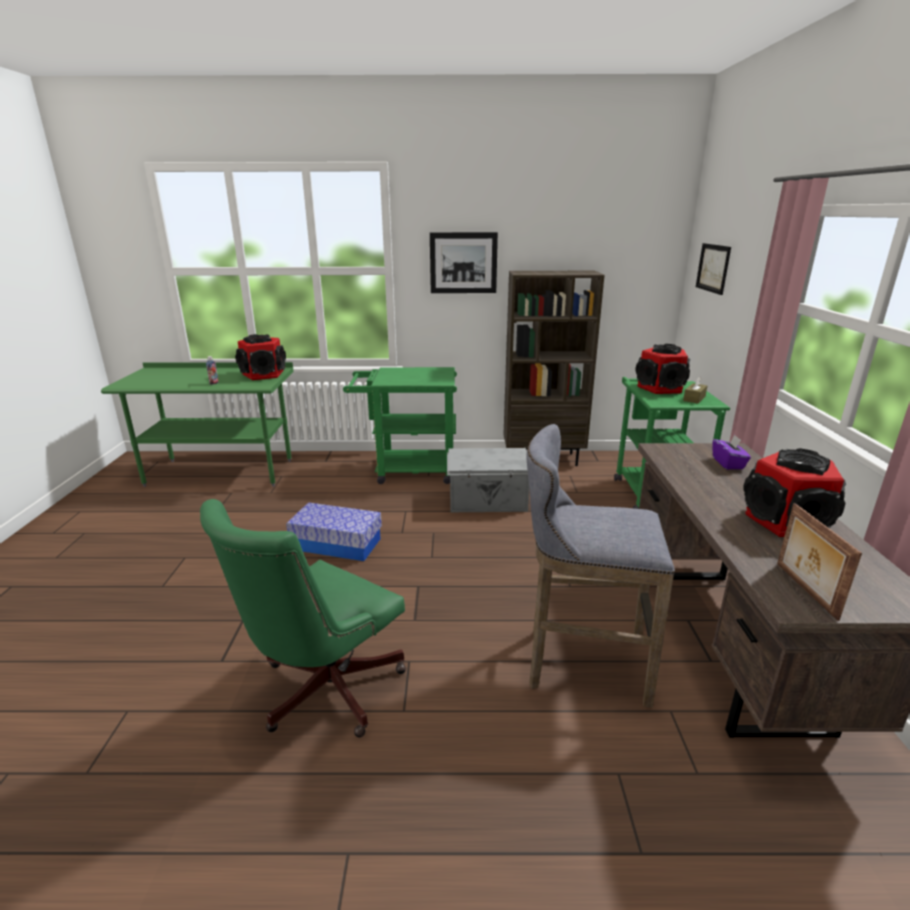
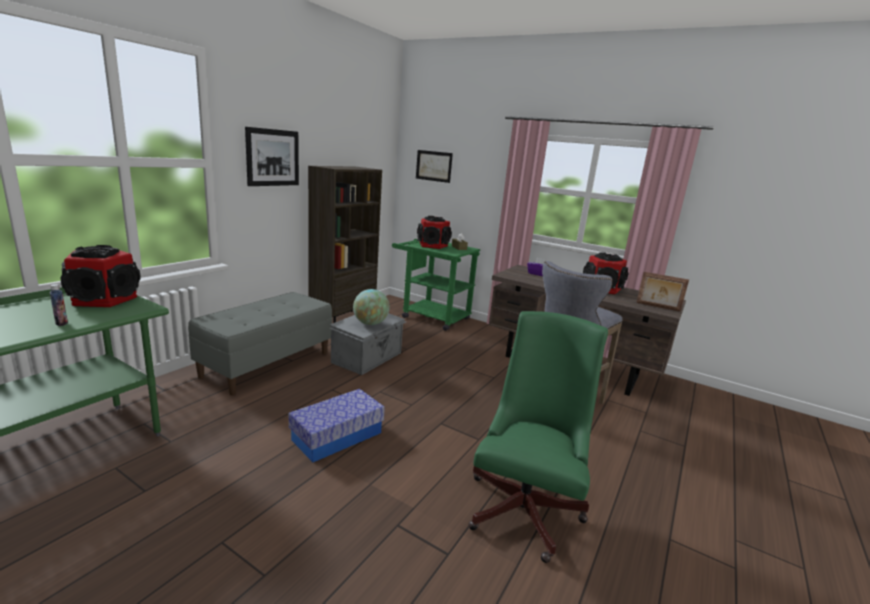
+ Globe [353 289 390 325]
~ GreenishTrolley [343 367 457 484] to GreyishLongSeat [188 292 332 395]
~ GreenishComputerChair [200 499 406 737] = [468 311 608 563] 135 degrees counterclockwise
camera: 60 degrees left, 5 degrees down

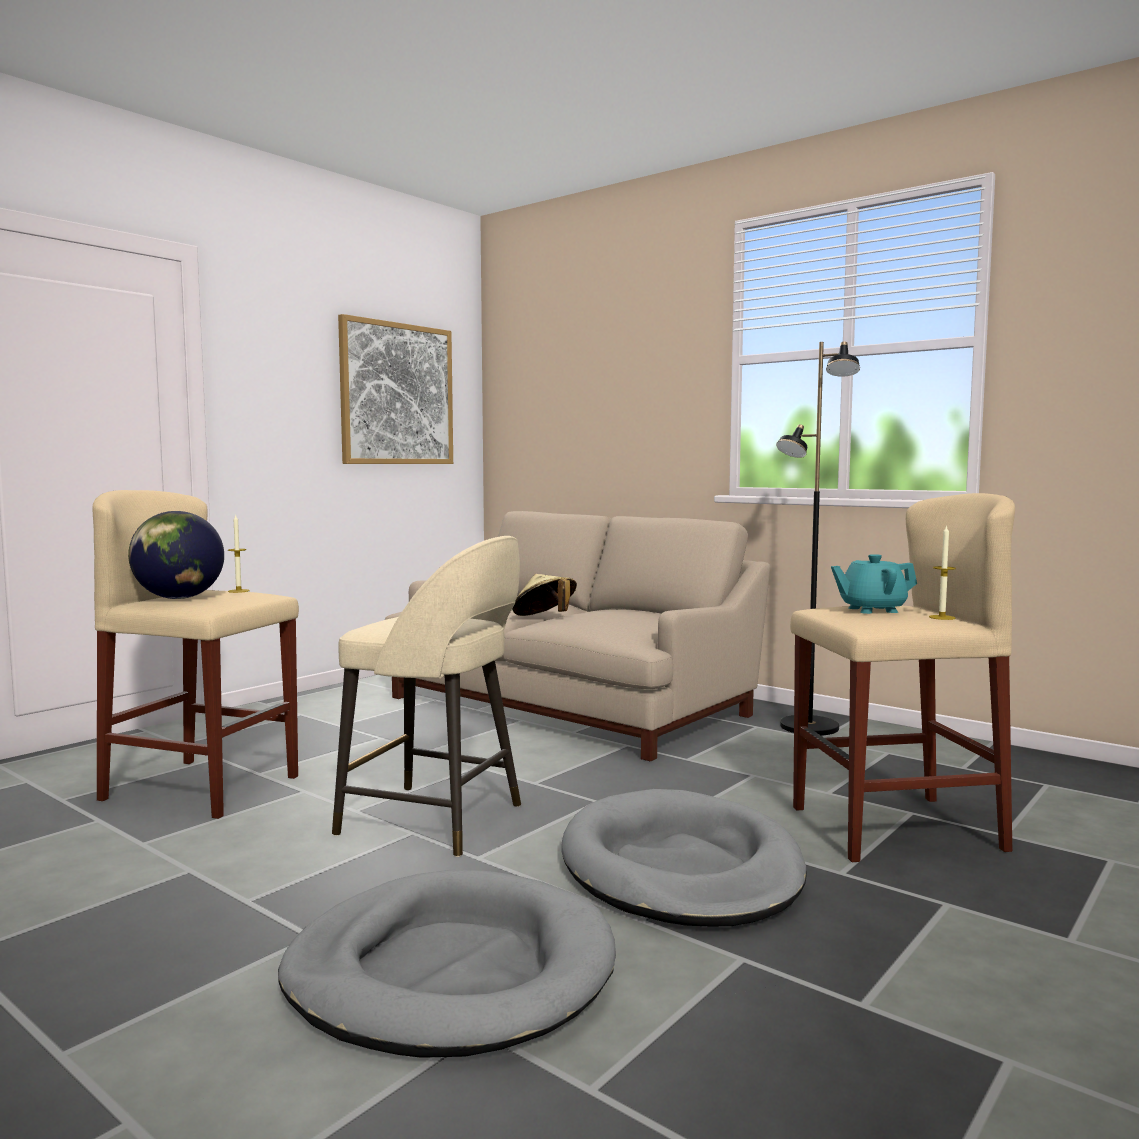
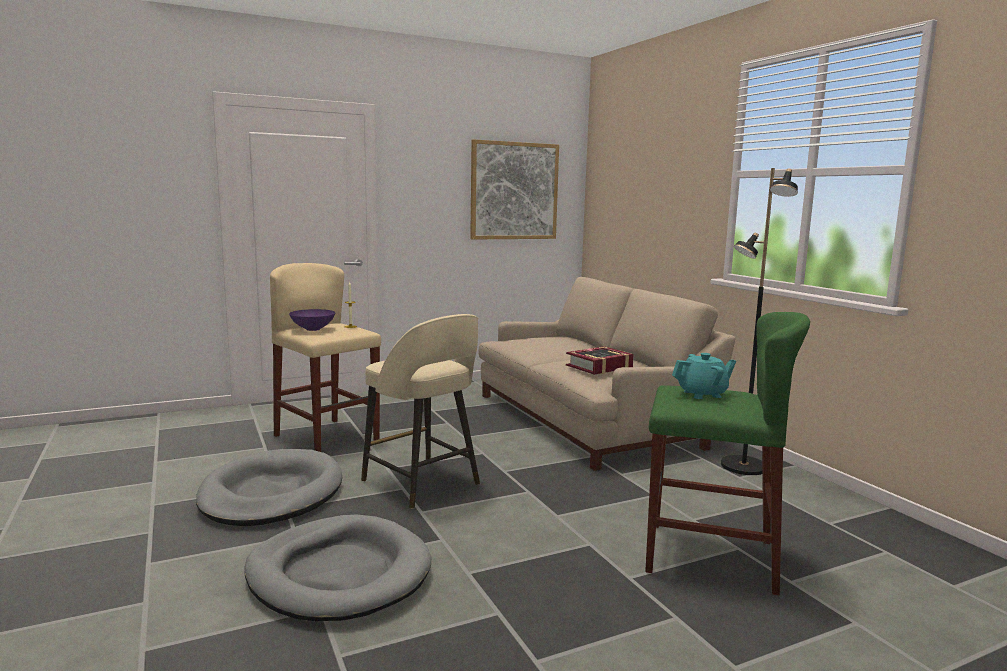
- BeigeClothingHat [512 574 577 616]
- Candle [929 525 956 620]
+ Volume [566 346 634 375]
~ GreyishDogBed [561 789 807 927] to [196 449 342 526]
~ Globe [128 511 224 599] to PurpleColouredServingBowl [289 309 335 331]
~ BeigeStoolSeat [790 493 1015 862] to GreenishStoolSeat [645 312 810 595]
~ TurquoiseTeaPot [831 554 917 614] = [672 353 736 399] 150 degrees clockwise
camera: 25 degrees right, 5 degrees up

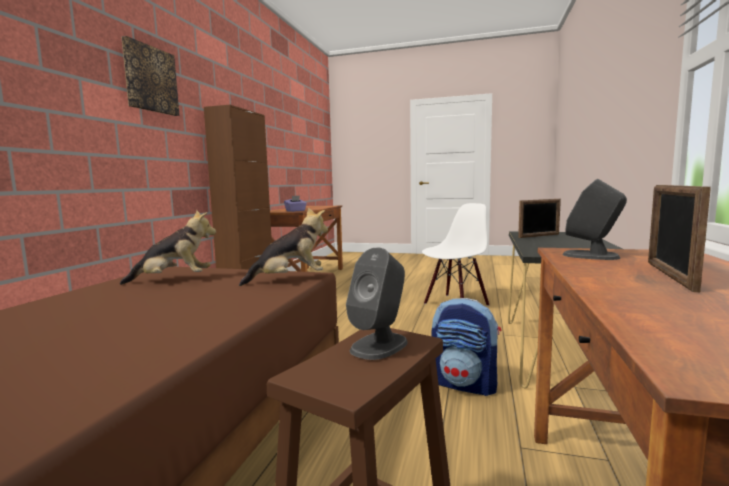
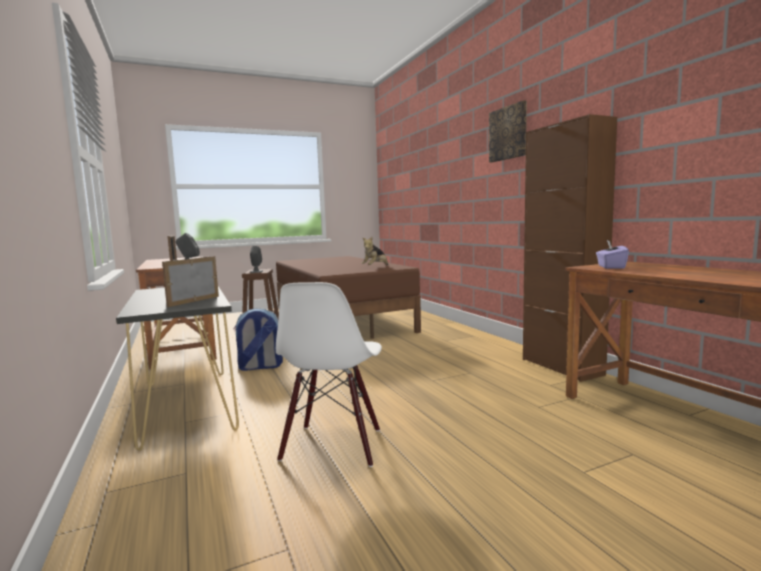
- PlushToy [239 208 328 286]
camera: 140 degrees right, 0 degrees up

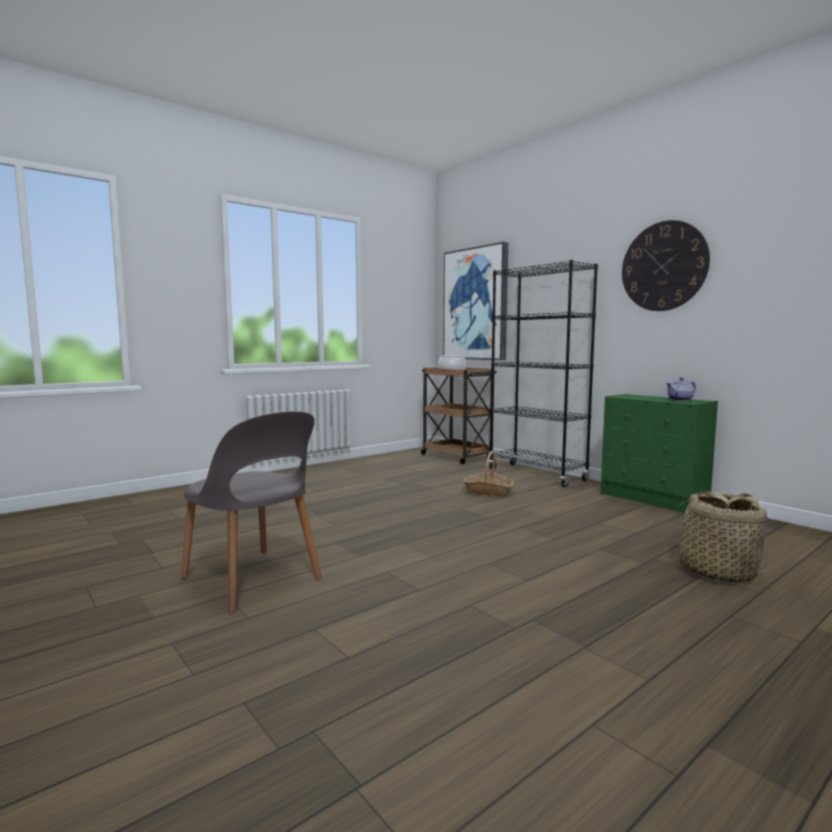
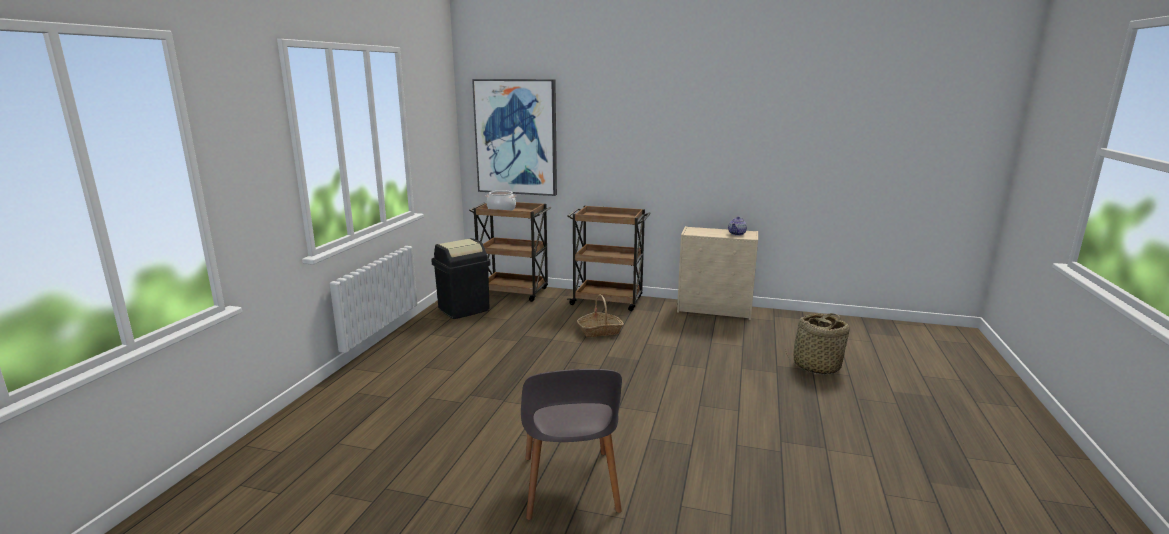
- WallClock [622 220 710 311]
+ BlackColouredWasteBin [431 238 491 319]
~ BlackColouredBookcase [489 260 598 487] to BrownishTrolley [567 206 651 311]
~ GreenishChestOfDrawers [600 394 718 513] to BeigeChestOfDrawers [677 226 758 320]
~ GreyishUprightChair [181 411 322 613] = [521 369 622 520] 75 degrees clockwise
camera: 35 degrees left, 10 degrees up

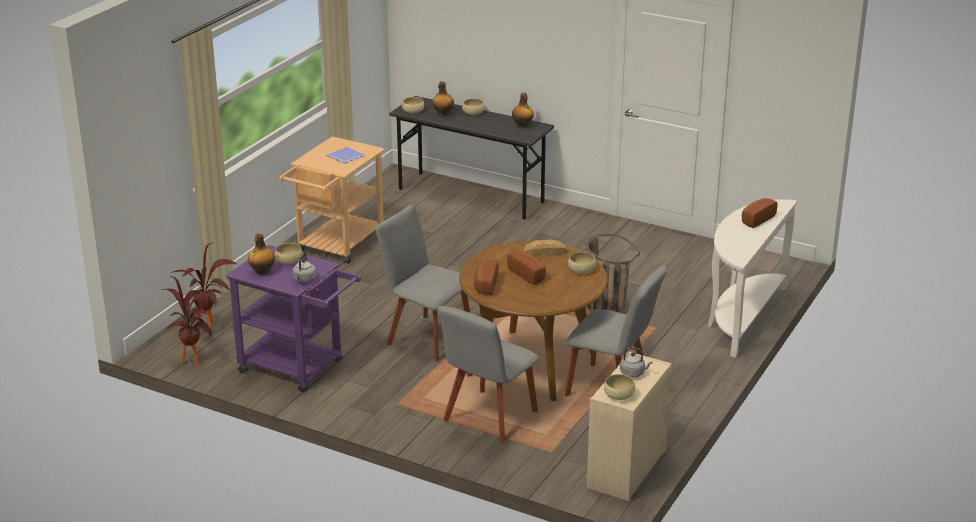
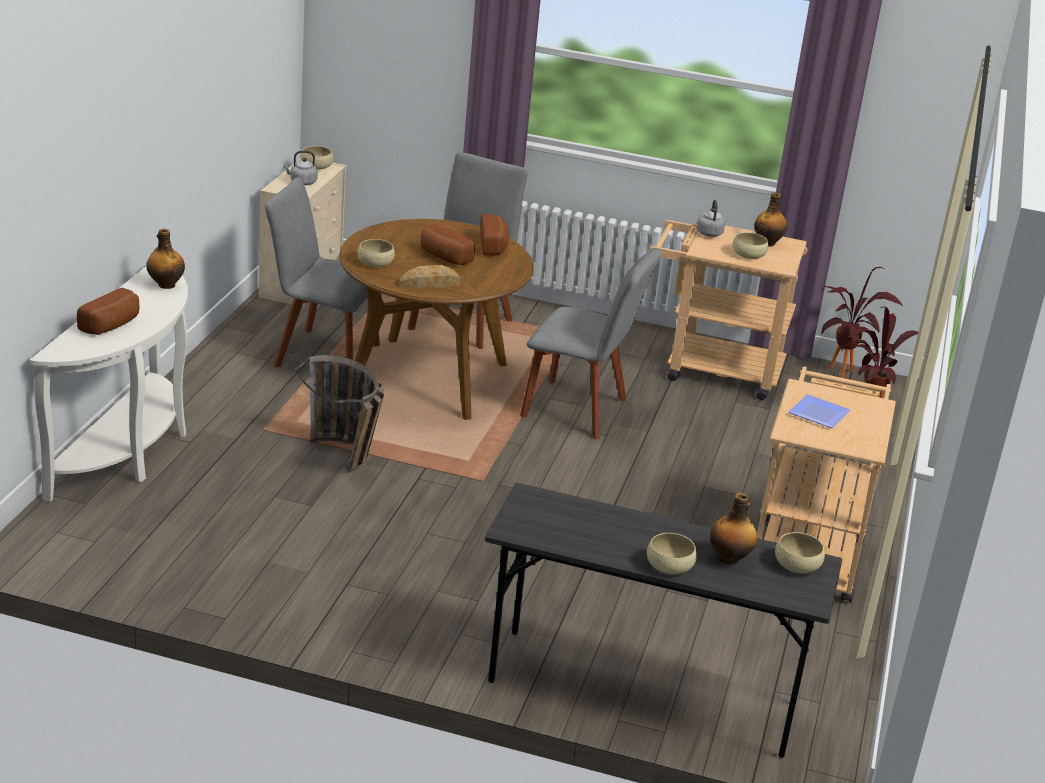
~ BeverageBottle [512 92 534 128] to [146 229 185 289]
~ PurpleColouredTrolley [226 245 361 392] to BeigeTrolley [649 220 807 400]
camera: 165 degrees right, 0 degrees up

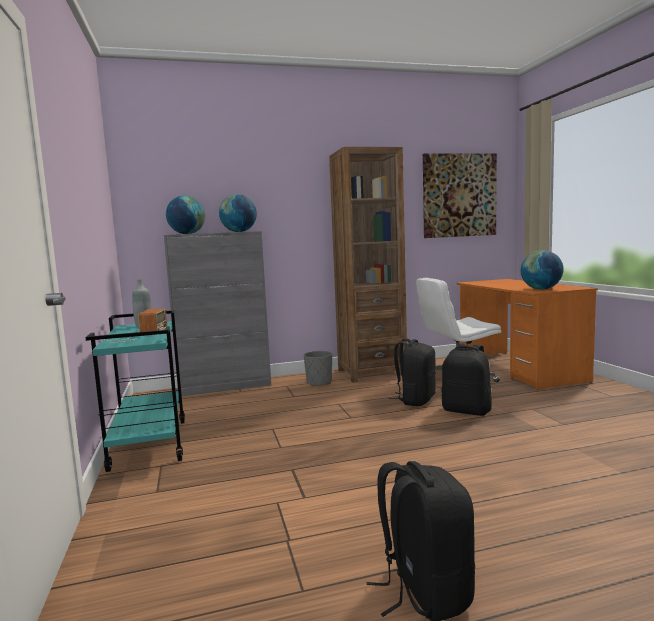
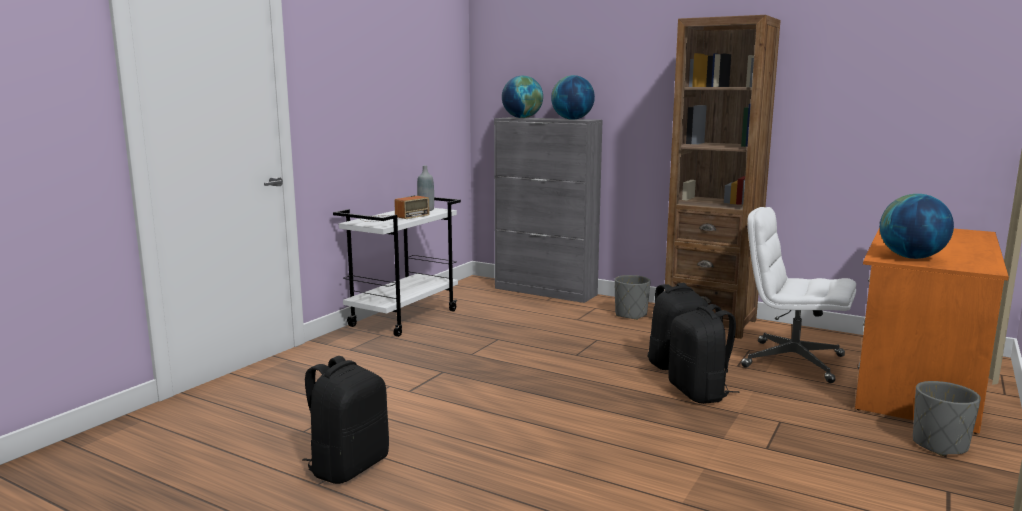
- Picture [423 154 497 238]
+ GreyishPlantPot [913 381 981 456]
~ TurquoiseTrolley [85 310 185 472] to WhitishTrolley [333 195 461 337]
camera: 45 degrees right, 5 degrees up

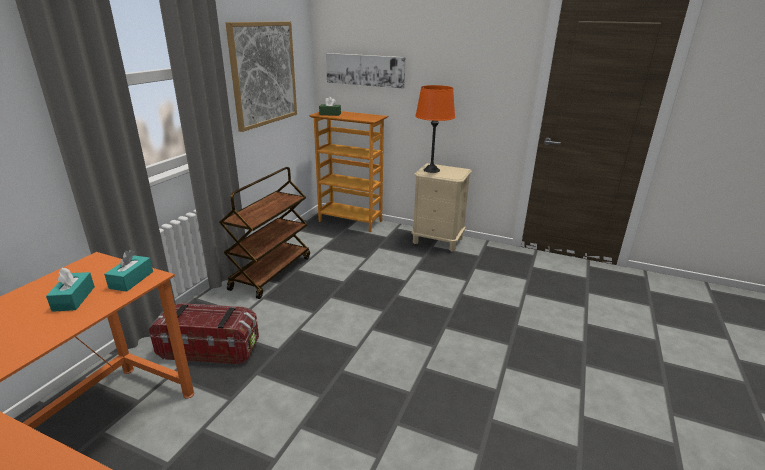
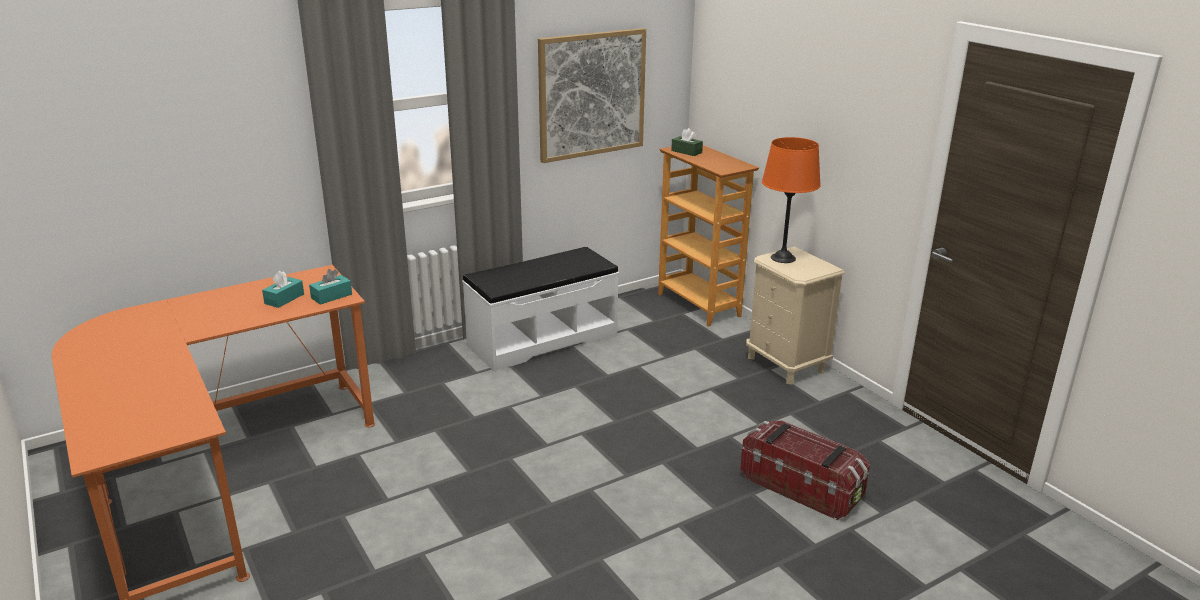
- Picture [326 53 406 88]
~ StorageBin [149 303 259 365] to [740 420 870 520]
~ BrownishTrolley [219 167 310 299] to WhitishLongSeat [462 247 619 371]
camera: 35 degrees right, 0 degrees up

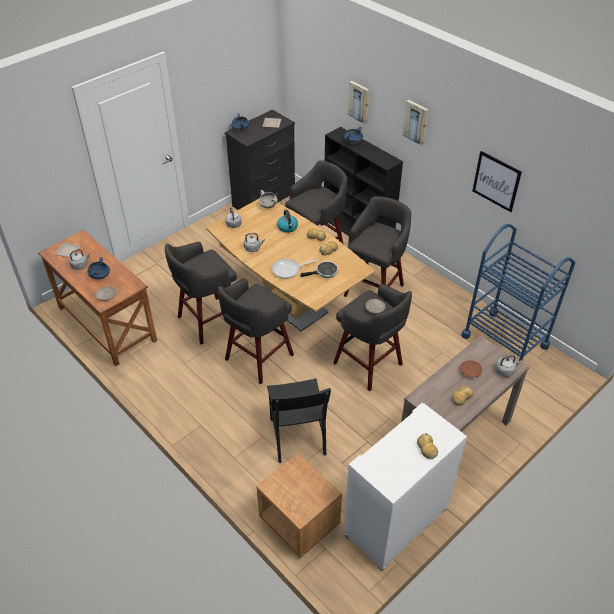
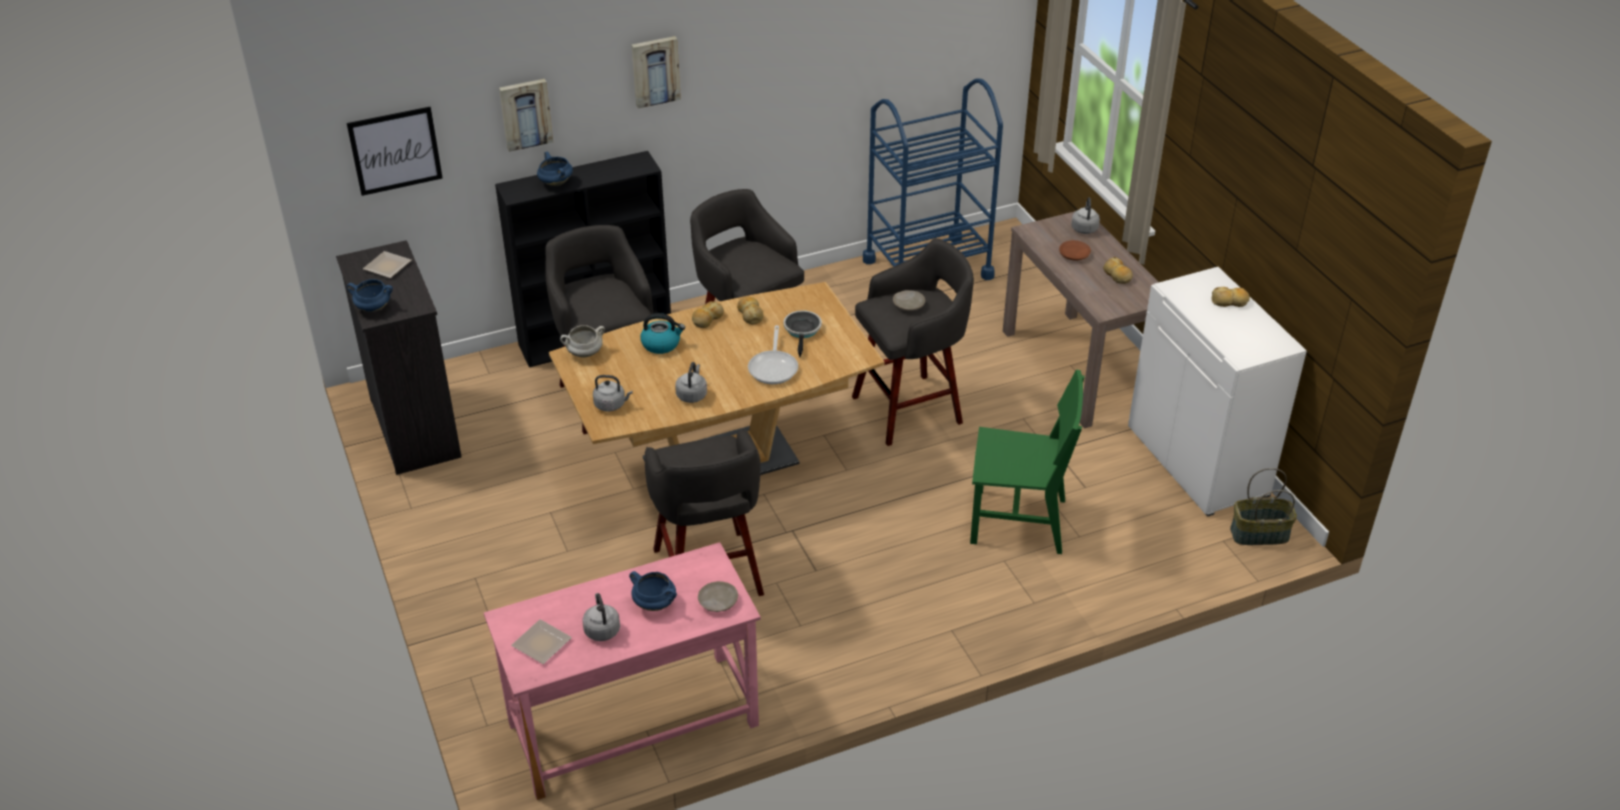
- GreyishStoolSeat [218 278 294 384]
- BrownishNightTable [256 454 342 558]
+ Basket [1230 468 1297 545]
~ Picture [472 151 522 212] to [347 107 443 196]
~ BrownishDeskTable [38 230 157 366] to PinkishDeskTable [484 542 761 800]
~ BlackColouredUprightChair [267 378 331 463] to GreenishUprightChair [970 369 1085 554]
camera: 70 degrees left, 5 degrees down

